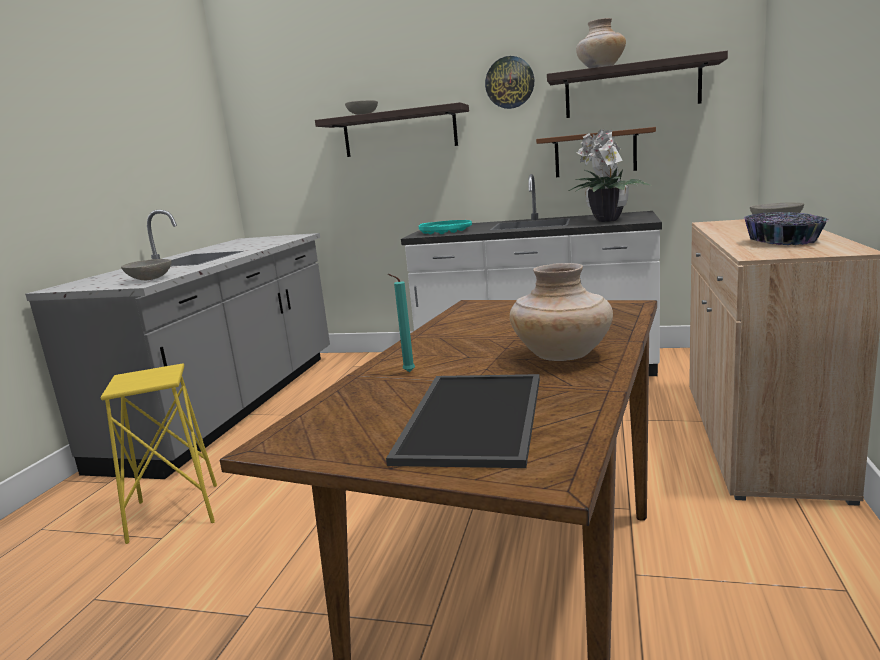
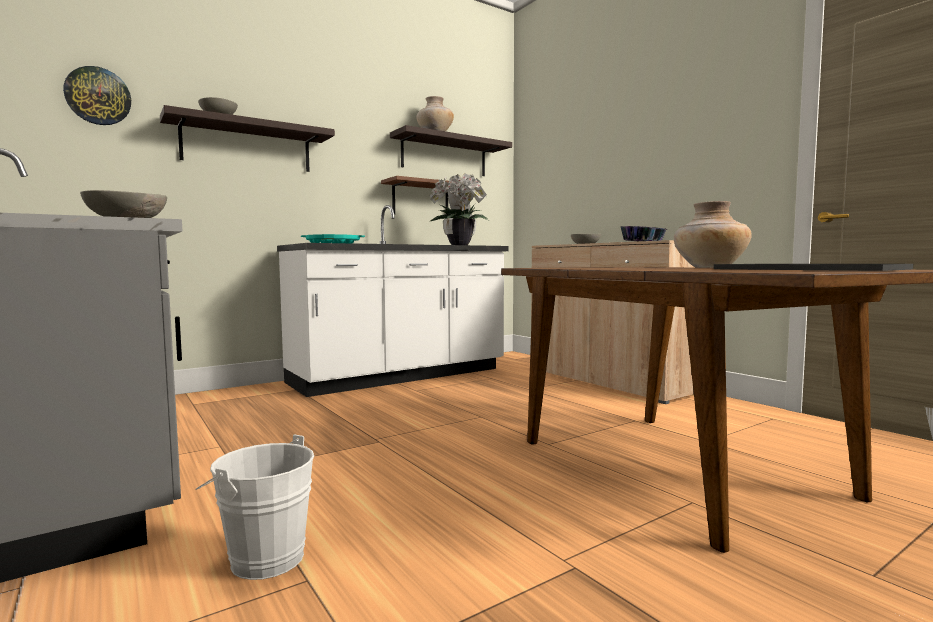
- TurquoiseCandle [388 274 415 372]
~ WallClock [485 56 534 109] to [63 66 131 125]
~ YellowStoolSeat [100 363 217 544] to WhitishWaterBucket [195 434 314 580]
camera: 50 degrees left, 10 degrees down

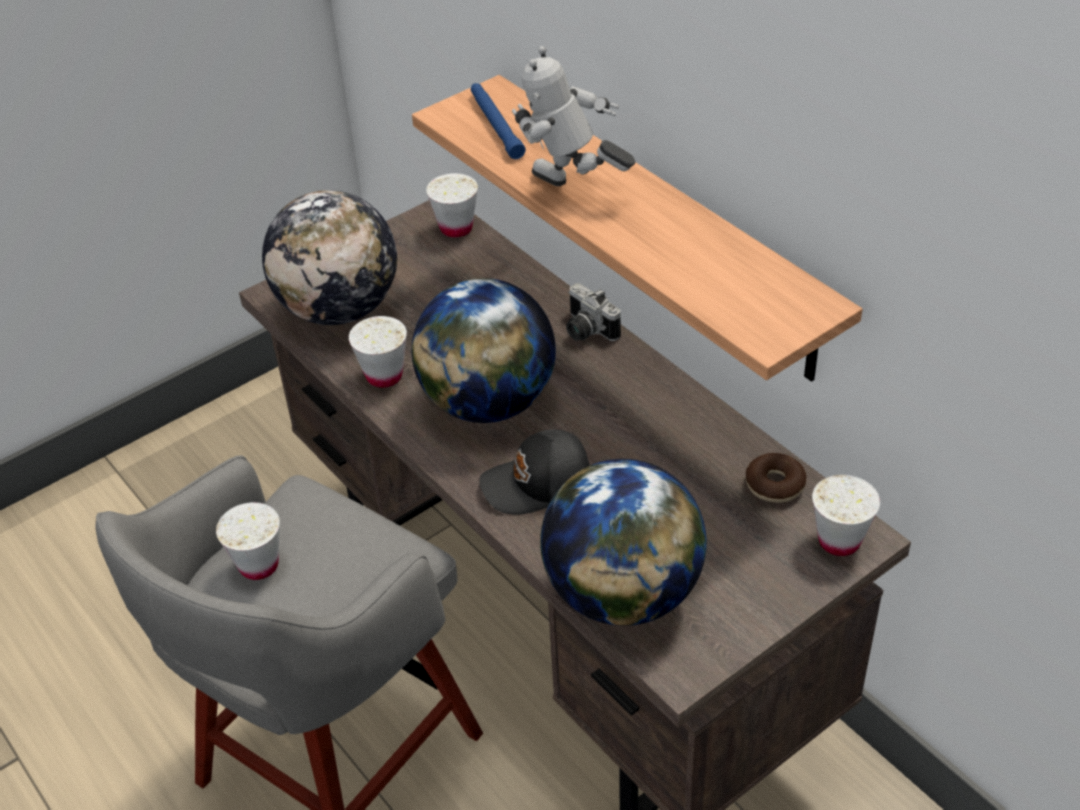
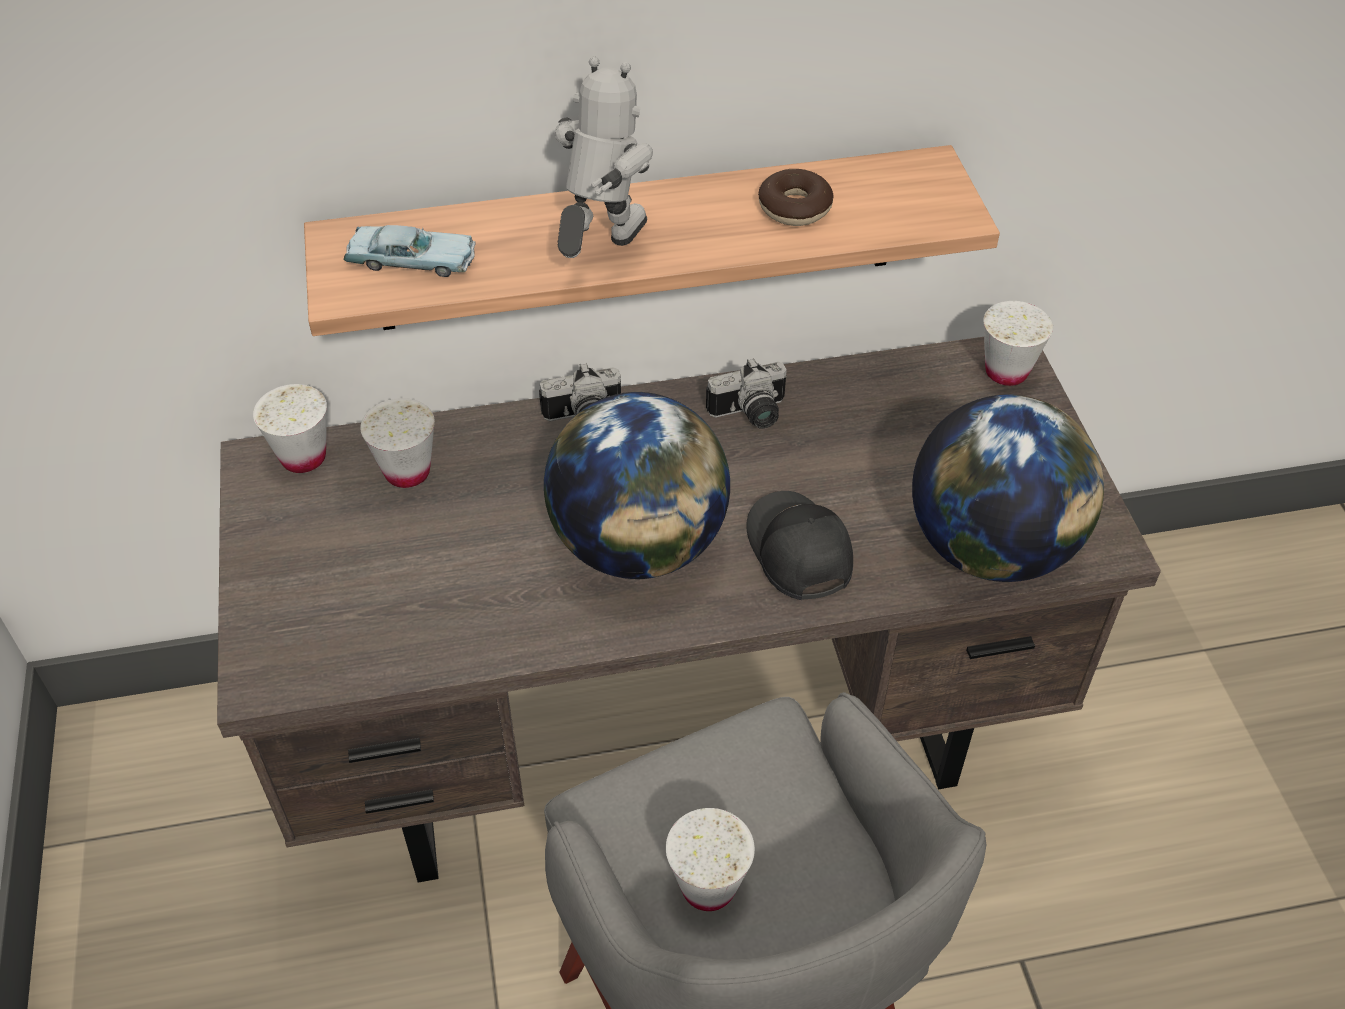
- Globe [262 190 397 325]
+ StillCamera [706 358 787 429]
~ WhitishSmallCup [349 316 407 388] to [360 398 435 488]
~ Donut [746 453 806 503] to [758 169 833 226]
~ BluishFlashlight [471 83 526 159] to BluishToyCar [343 225 476 277]
~ BlackColouredPeakedCap [479 430 590 515] = [746 491 853 600] 150 degrees clockwise
~ ToyRobot [512 46 635 186] = [555 56 653 258] 150 degrees clockwise
camera: 65 degrees left, 5 degrees up

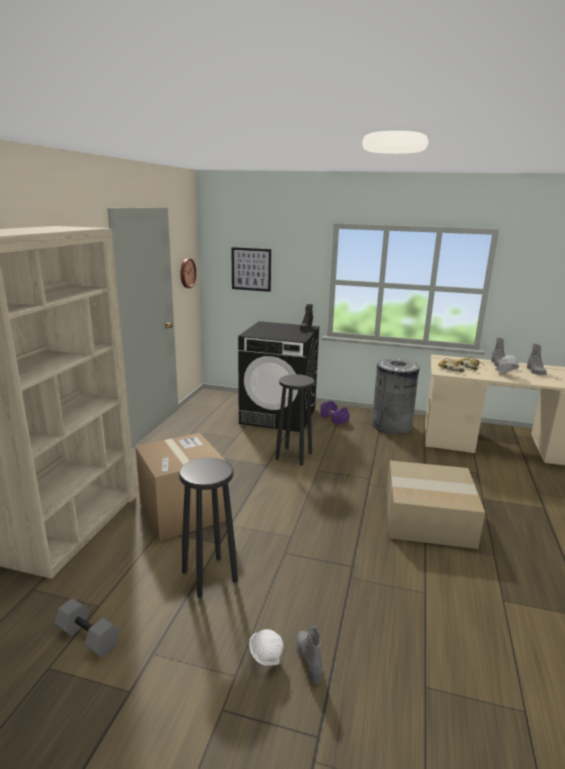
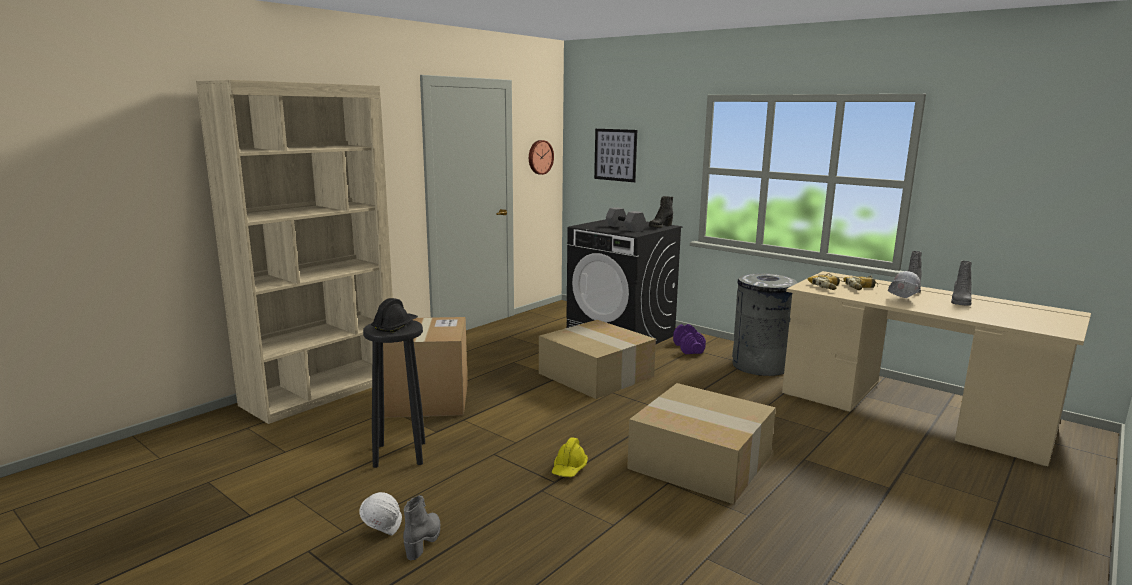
+ BlackColouredWorkHelmet [371 298 418 332]
+ YellowWorkHelmet [552 438 588 477]
~ GreyishDumbbell [54 598 120 658] to [606 207 646 232]
~ BlackColouredStoolSeat [276 374 315 465] to PackingBox [539 320 656 399]
camera: 25 degrees right, 5 degrees down

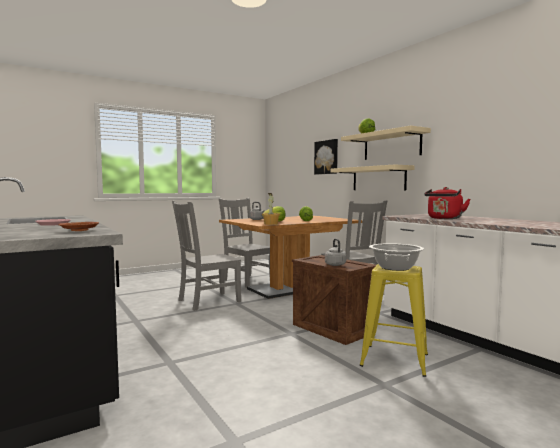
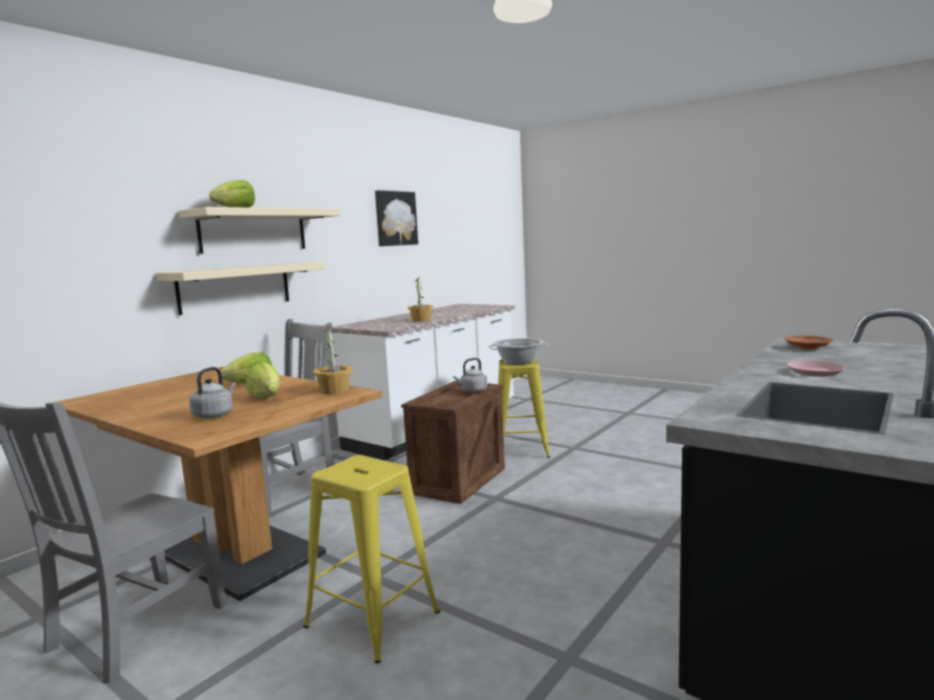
~ Picture [314 139 338 175] to [375 190 418 246]
~ GreyishUprightChair [172 201 241 311] to YellowStoolSeat [303 455 440 663]
~ ReddishKettle [424 187 470 219] to PlantInAPot [408 278 433 322]
camera: 110 degrees left, 5 degrees up

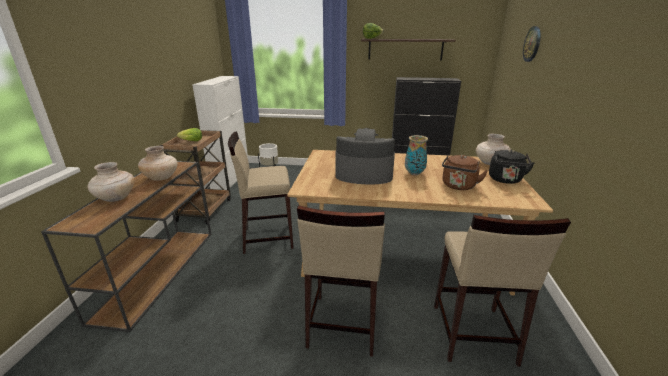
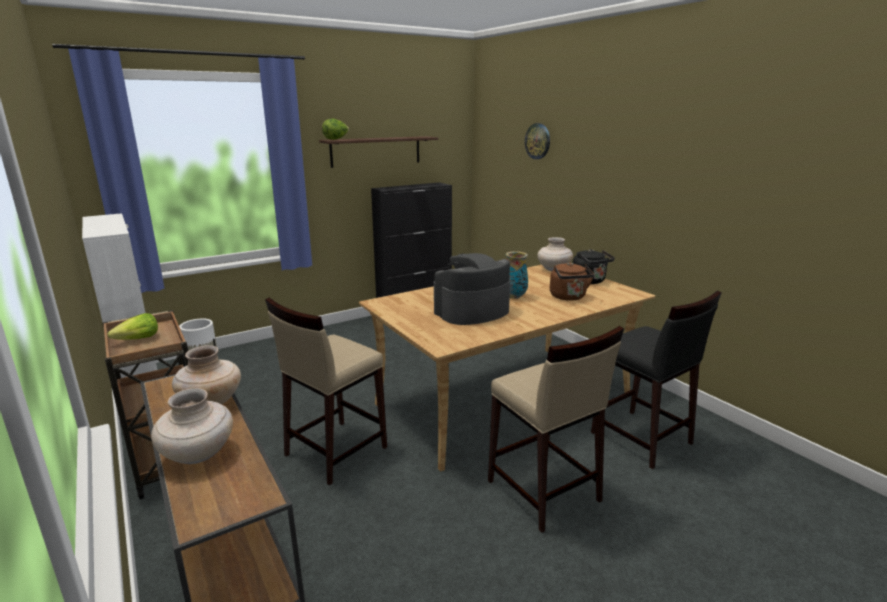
~ BeigeStoolSeat [434 215 571 367] to BlackColouredStoolSeat [591 291 722 469]
camera: 40 degrees left, 5 degrees down

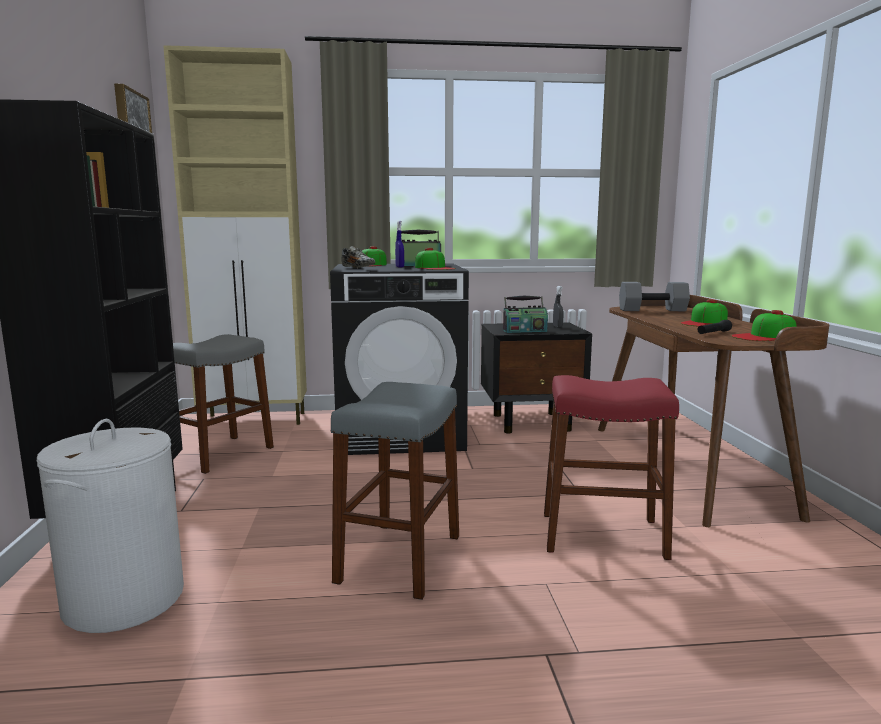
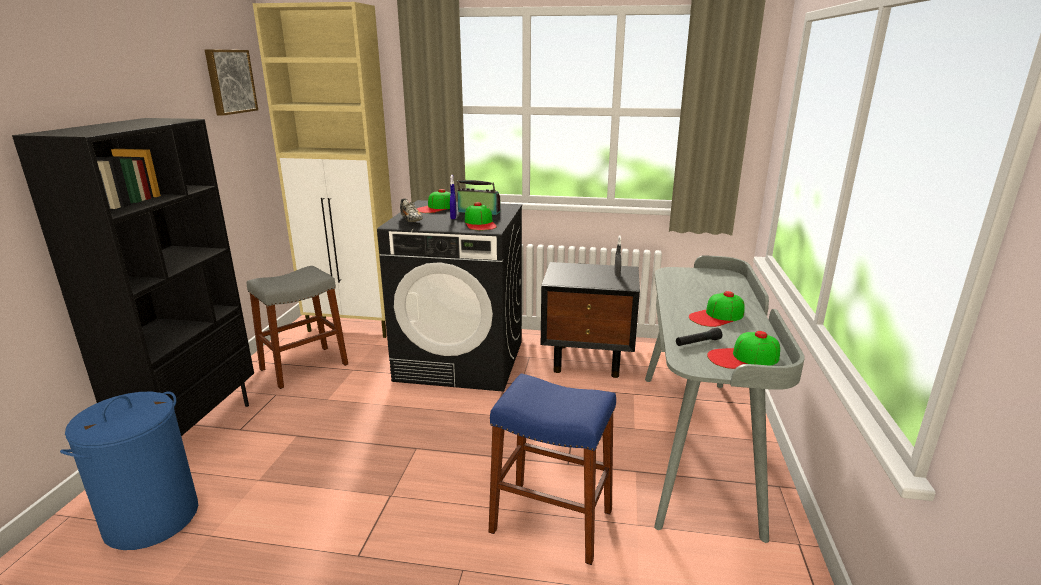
- GreyishStoolSeat [331 382 459 600]
- RadioSet [503 296 548 333]
- GreyishDumbbell [619 282 690 311]
~ WhitishLaundryBasket [37 419 184 633] to BluishLaundryBasket [60 391 198 550]
~ ReddishStoolSeat [544 375 679 560] to BluishStoolSeat [489 373 616 565]
~ BrownishDeskTable [598 295 829 527] to GreyishDeskTable [645 255 805 543]
camera: 15 degrees right, 10 degrees up

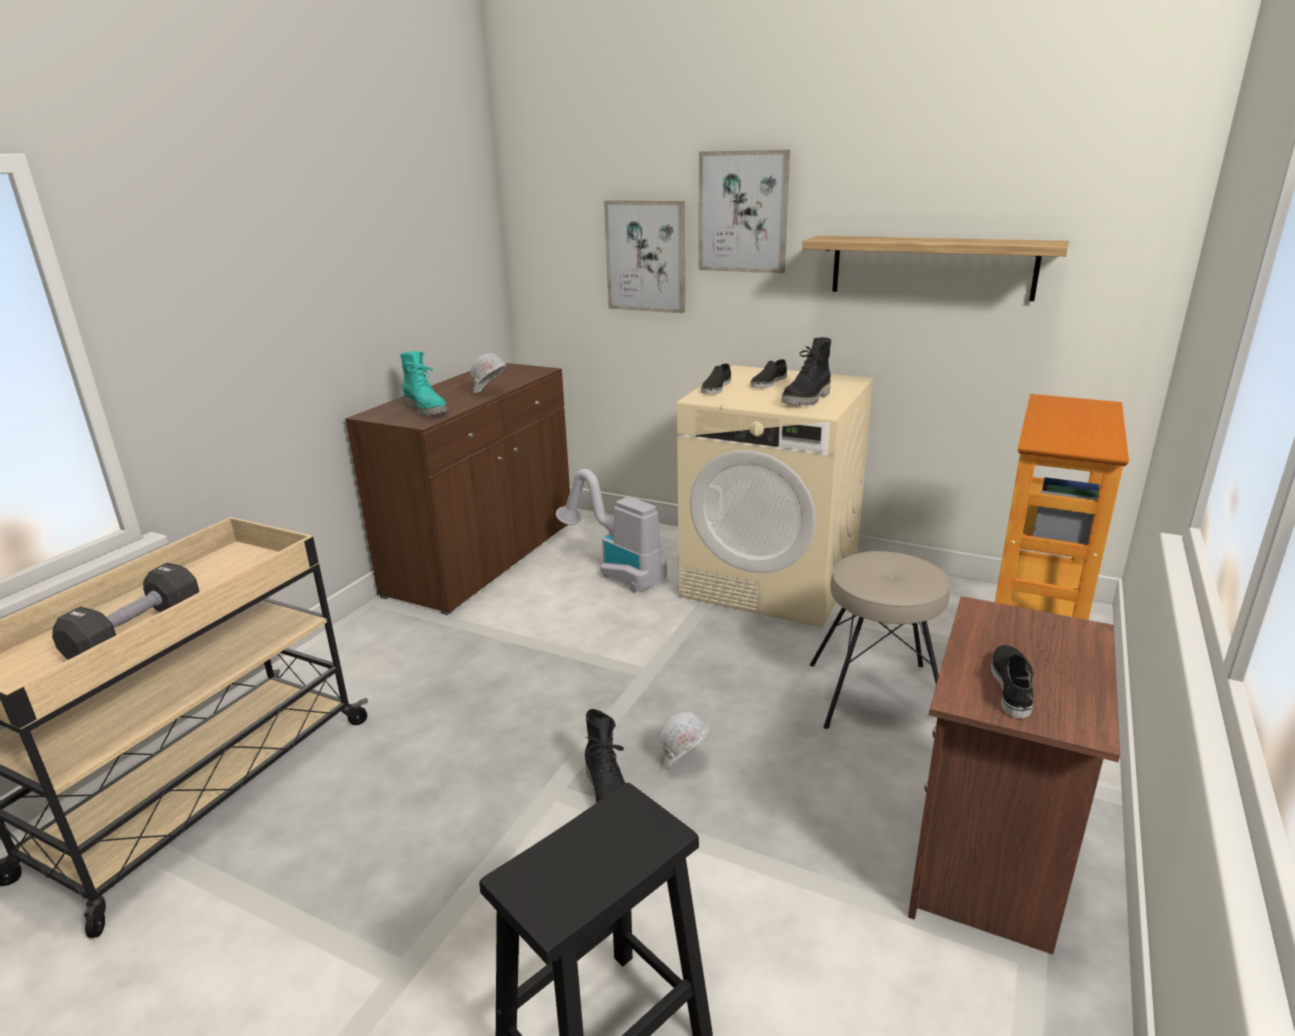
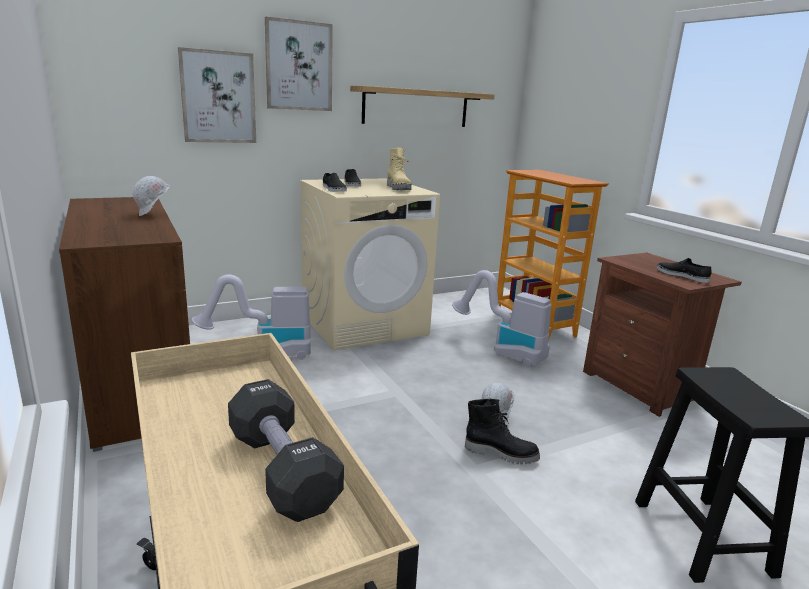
- TurquoiseTallBoot [400 351 447 416]
~ BeigeStoolSeat [810 551 950 729] to Vacuum [452 270 551 368]
~ BlackColouredTallBoot [781 337 831 405] to BeigeTallBoot [387 147 412 190]
camera: 55 degrees left, 5 degrees down

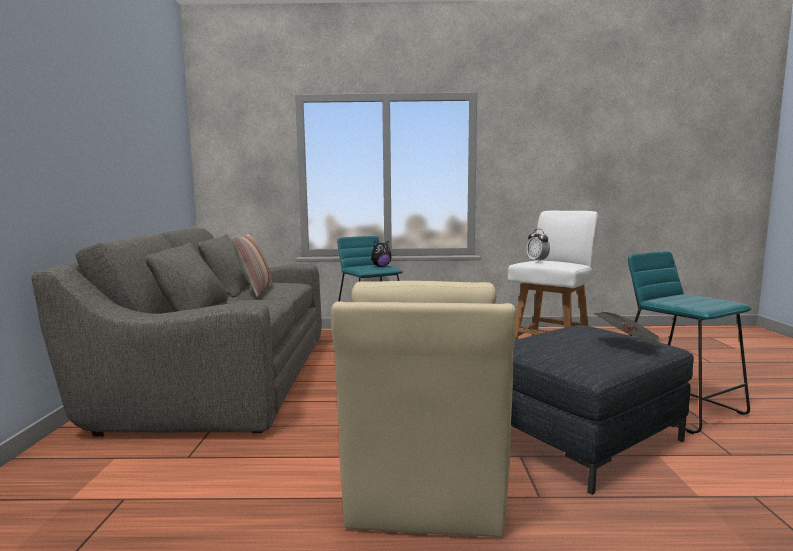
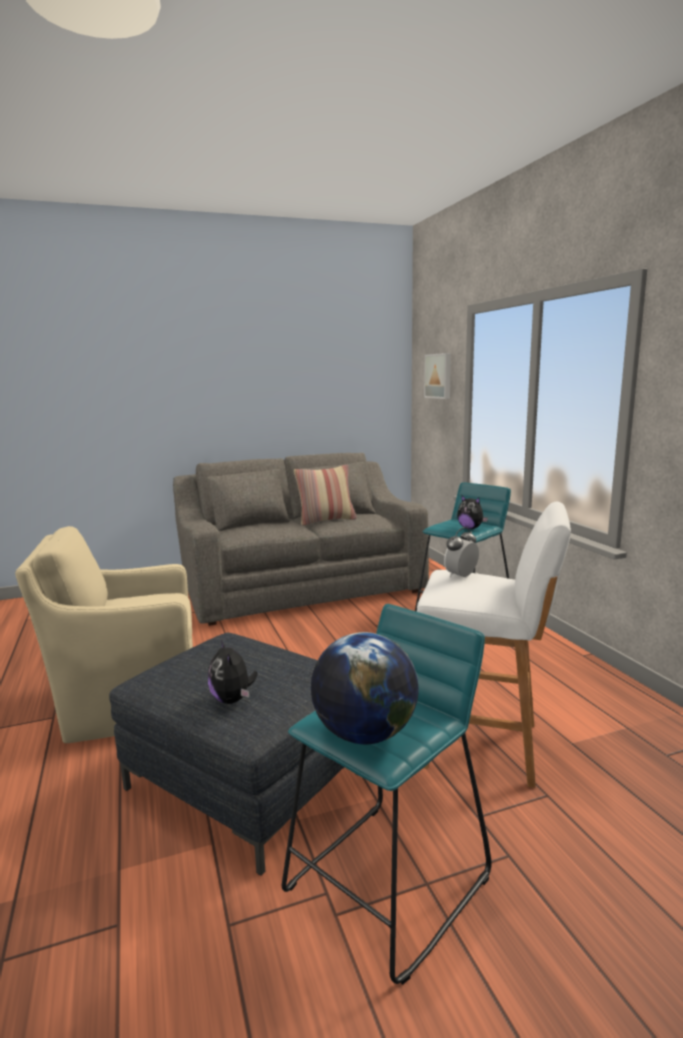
+ Globe [311 632 419 744]
+ Picture [424 353 451 399]
~ Newspaper [594 312 664 344] to PlushToy [208 638 258 704]
camera: 70 degrees right, 5 degrees up

